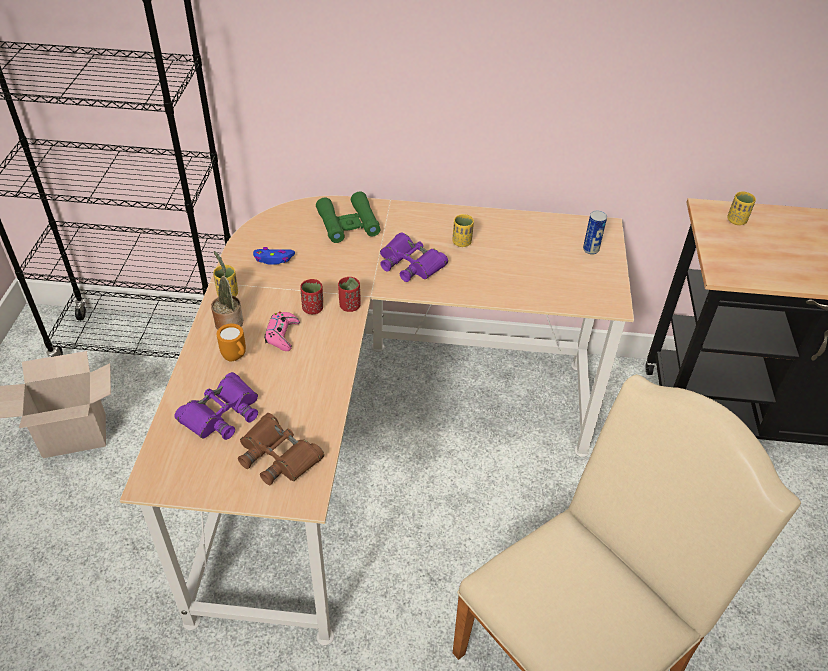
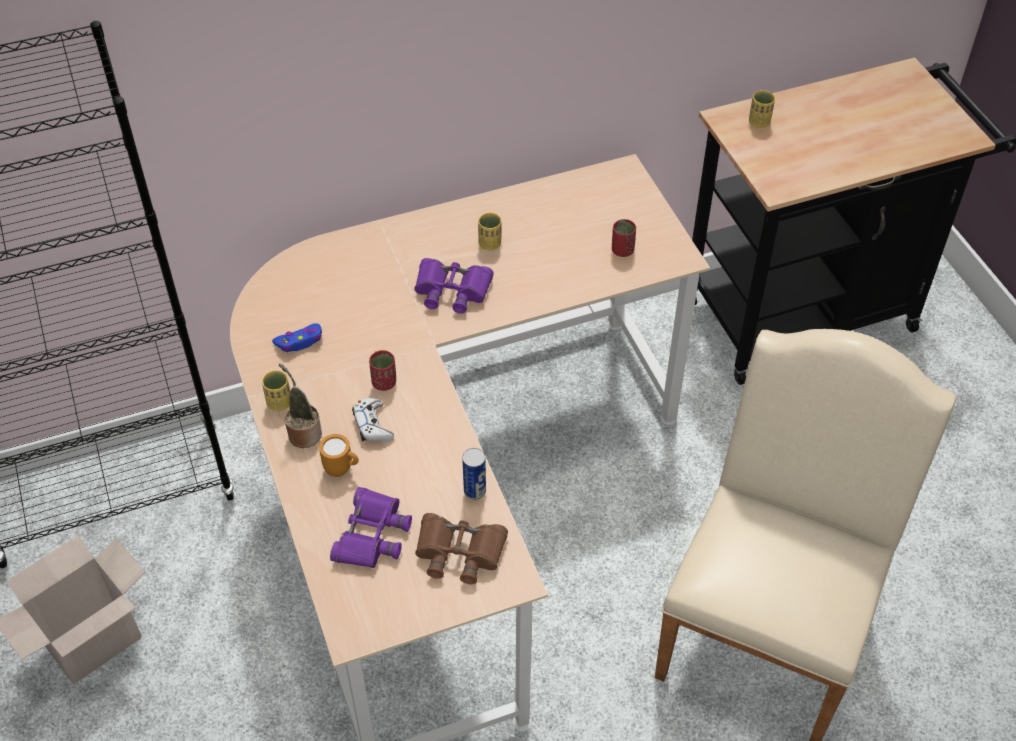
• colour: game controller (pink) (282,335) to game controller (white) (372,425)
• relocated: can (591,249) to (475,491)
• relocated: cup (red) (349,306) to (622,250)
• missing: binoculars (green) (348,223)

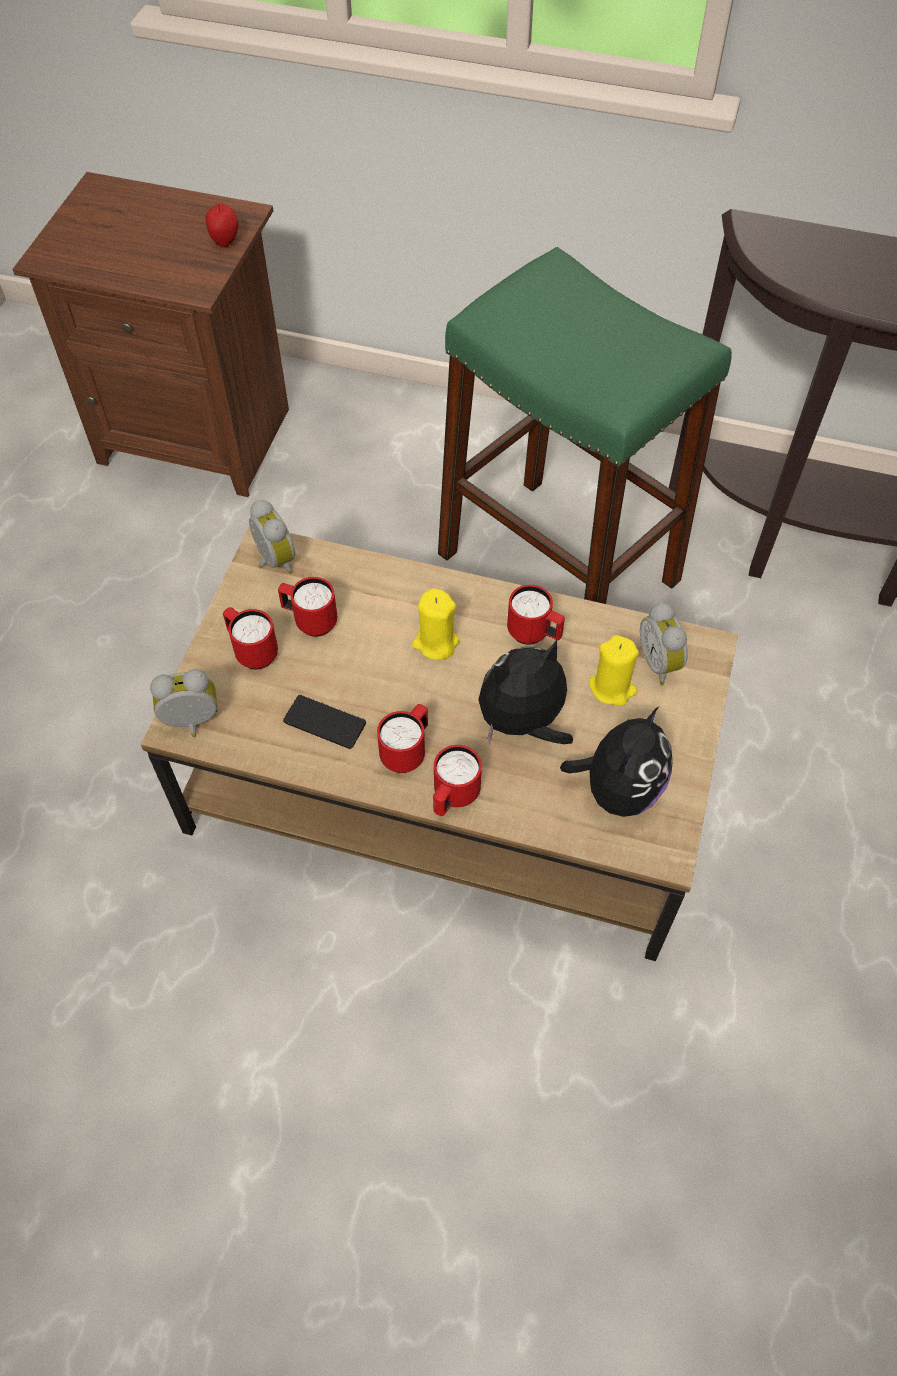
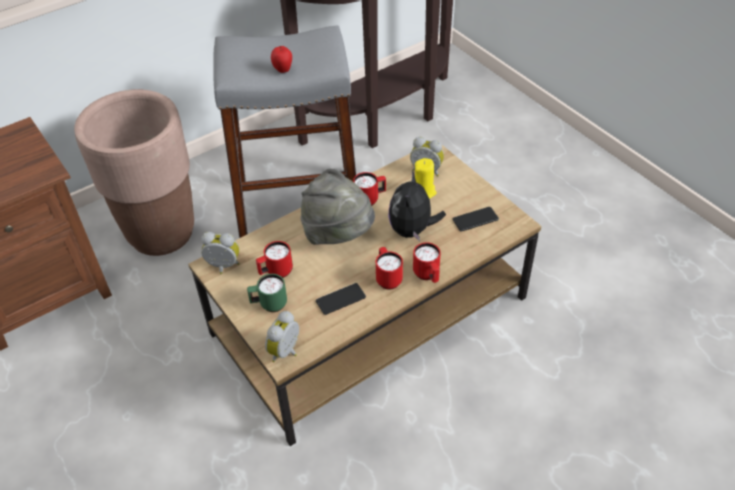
• appeared: planter (brown) (161,233)
• colour: stool (green) (558,568) to stool (grey) (298,204)
• colour: mug (red) (252,651) to mug (green) (269,304)
• relocated: apple (225,242) to (283,69)
• exchanged: candle (yellow) (435,643) to hat (grey) (338,234)
• exchanged: plush toy (618,789) to phone (475,219)

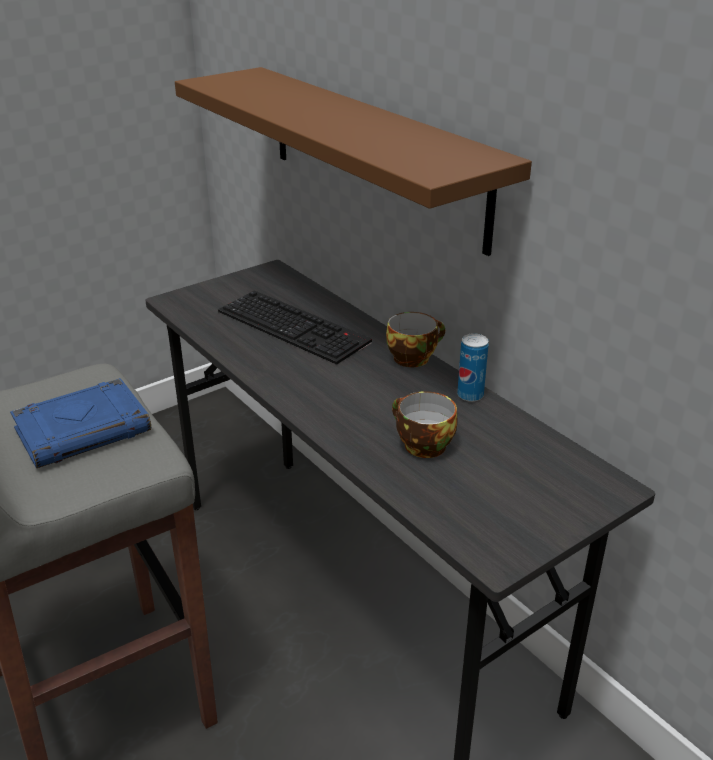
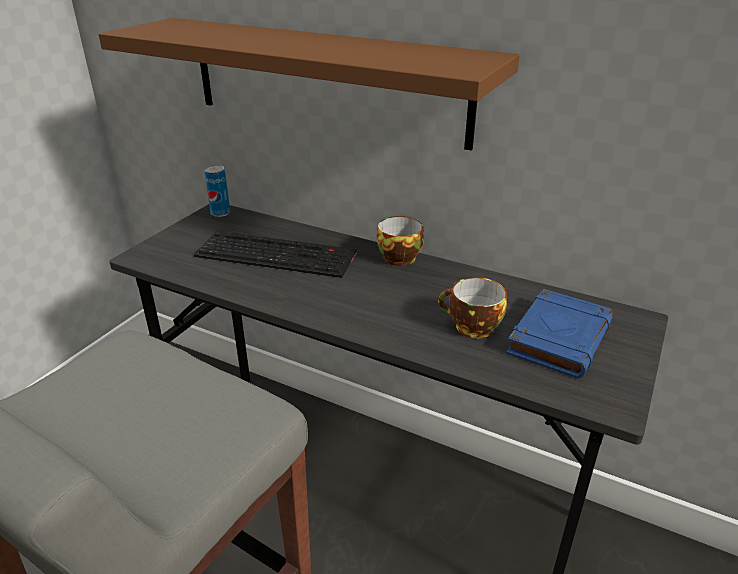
• relocated: can (470,395) to (220,213)
• relocated: book (blue) (84,430) to (559,338)

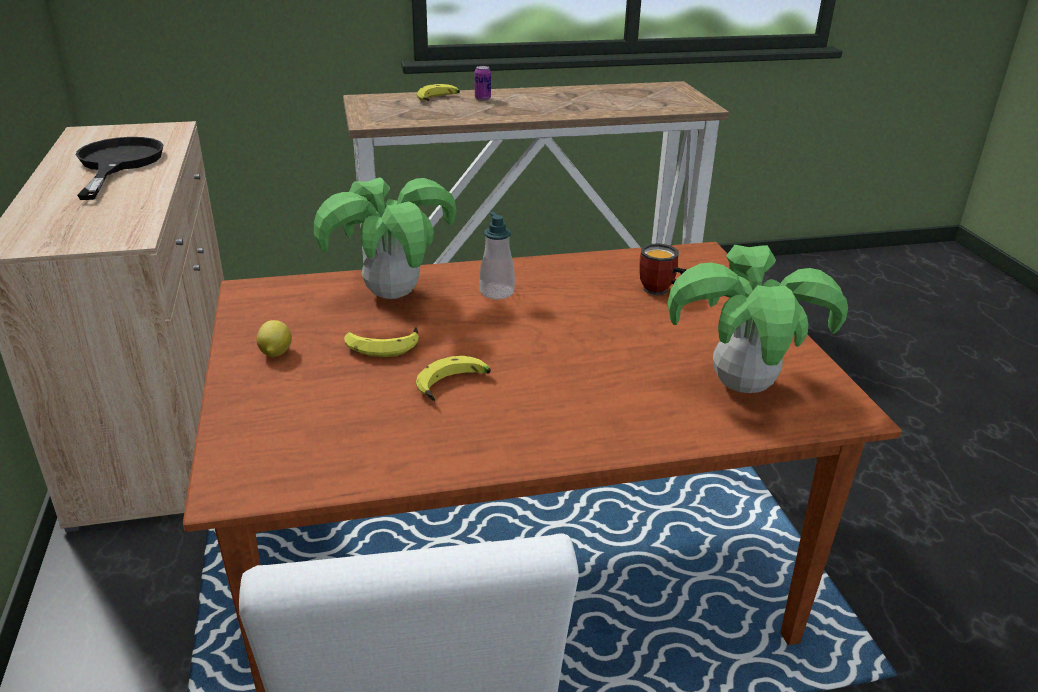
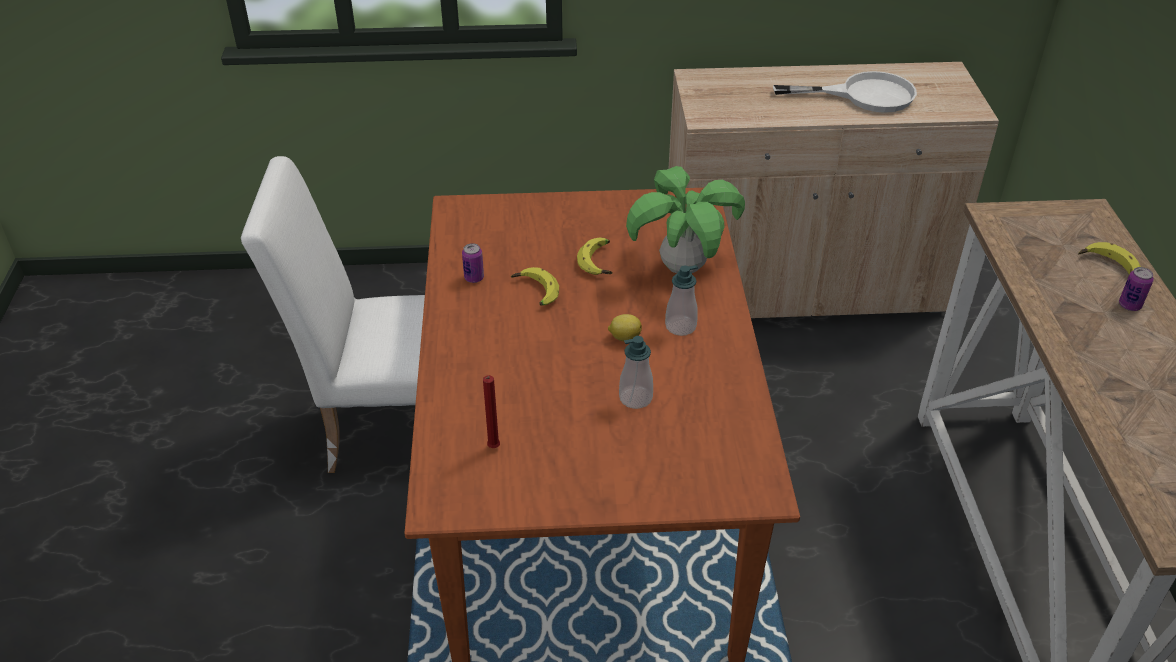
• appeared: can (474,278)
• exchanged: potted plant (743,386) to candle (red) (493,449)
• relocated: lemon (275,353) to (624,337)
• appeared: soap dispenser (635,398)
• colour: frying pan (black) (117,164) to frying pan (white) (863,95)
• missing: mug (659,291)

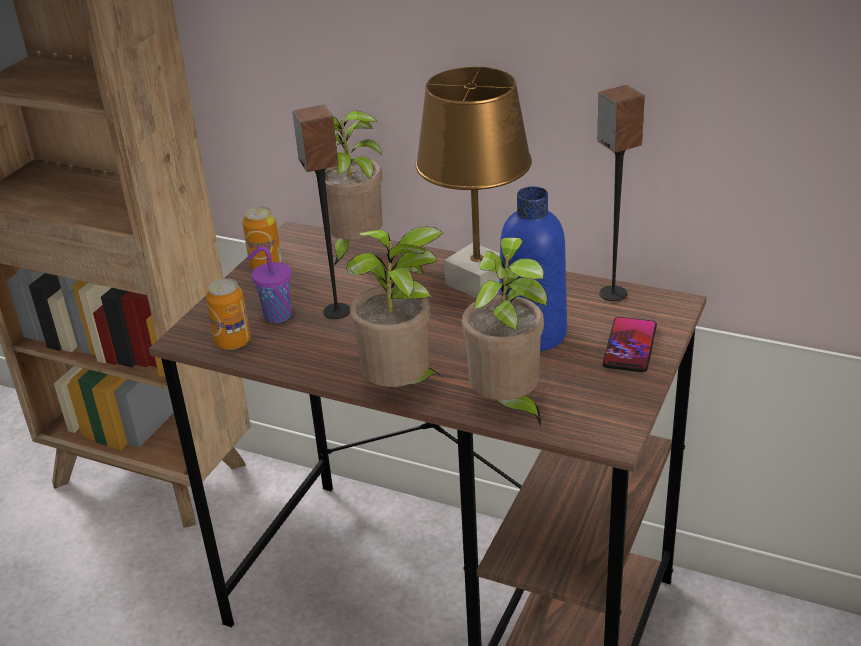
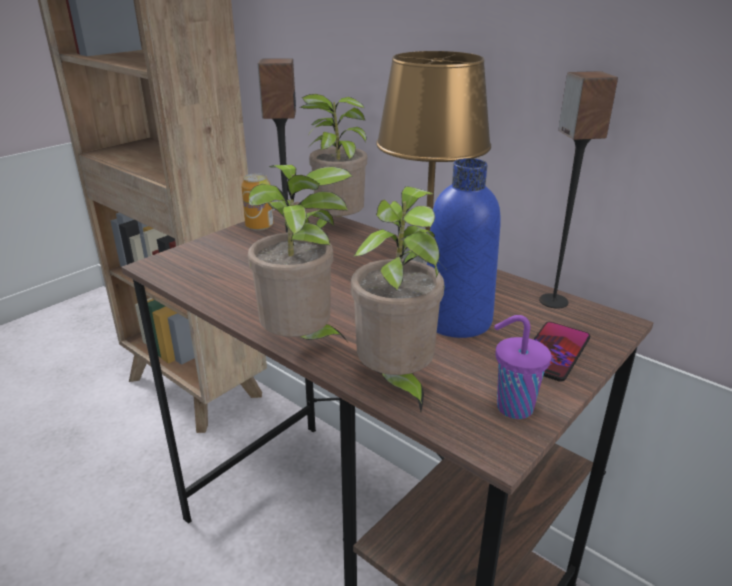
• relocated: cup (purple) (276,316) to (512,407)
• missing: can (233,342)

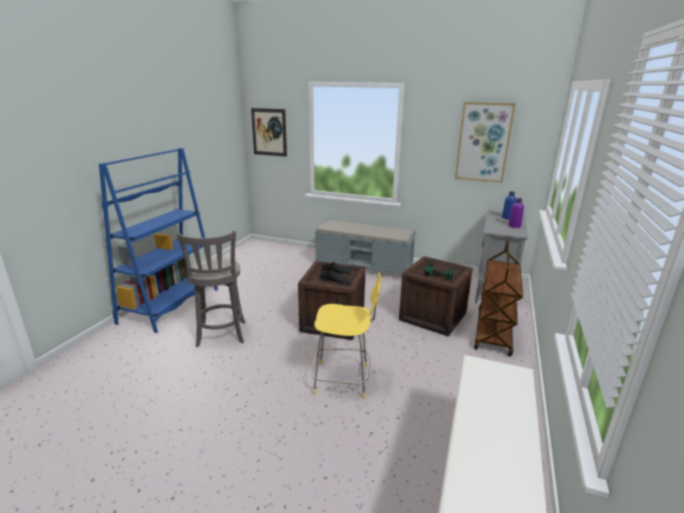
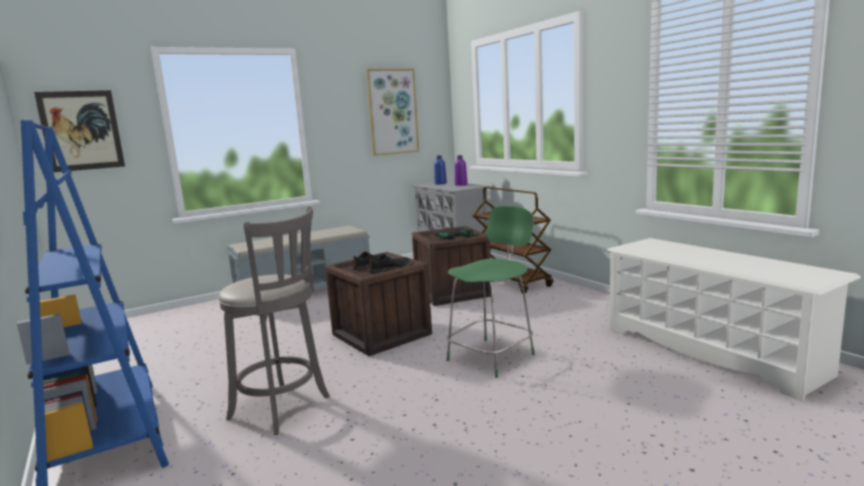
• colour: stool (yellow) (343,380) to stool (green) (493,356)

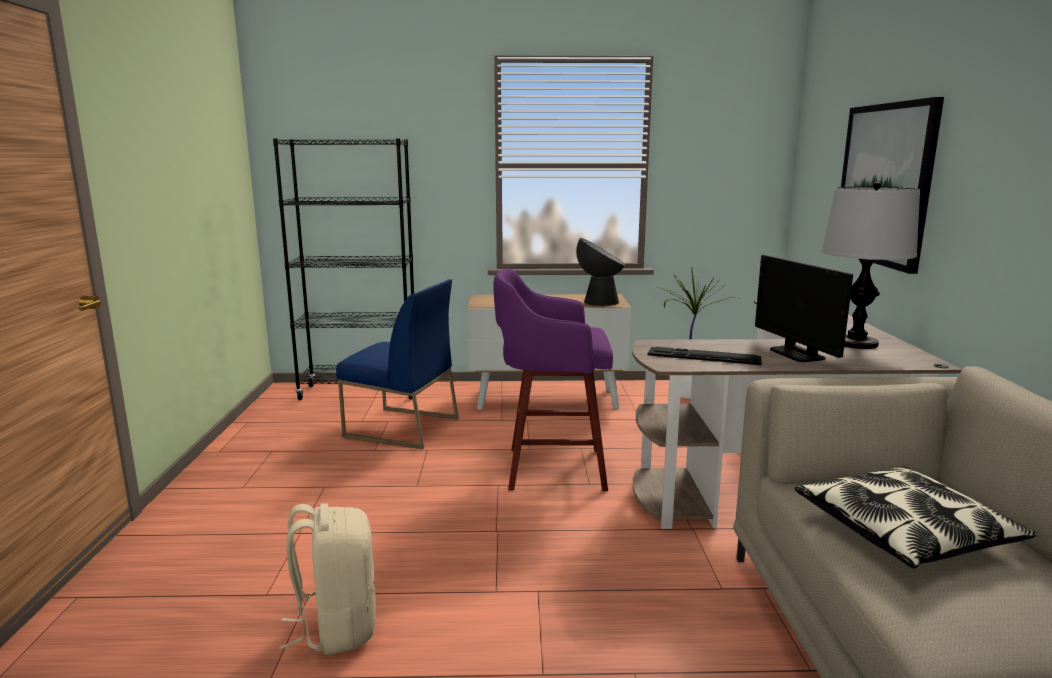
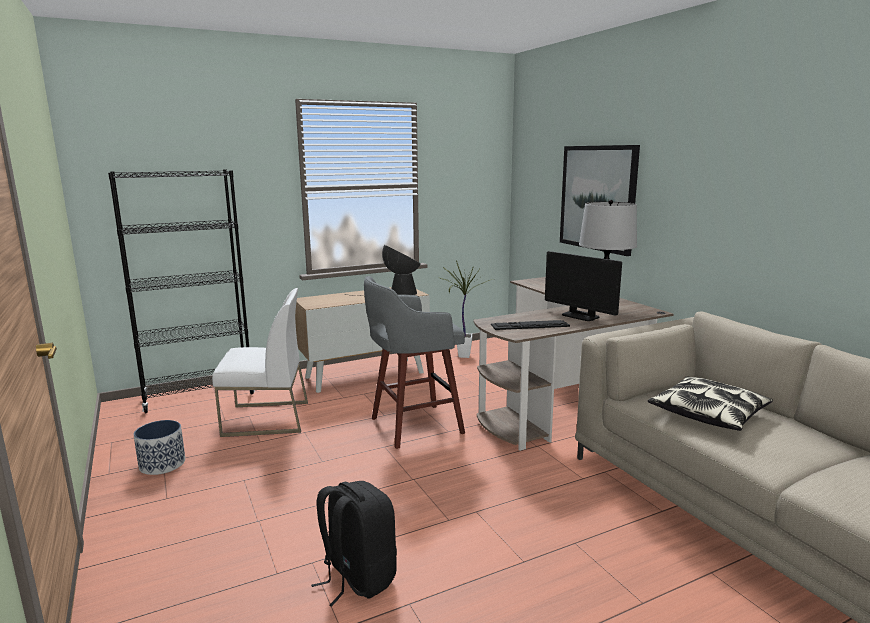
• appeared: planter (162,464)
• colour: chair (blue) (401,427) to chair (white) (265,419)
• colour: backpack (beige) (336,627) to backpack (black) (357,578)
• colour: stool (purple) (551,468) to stool (grey) (413,426)

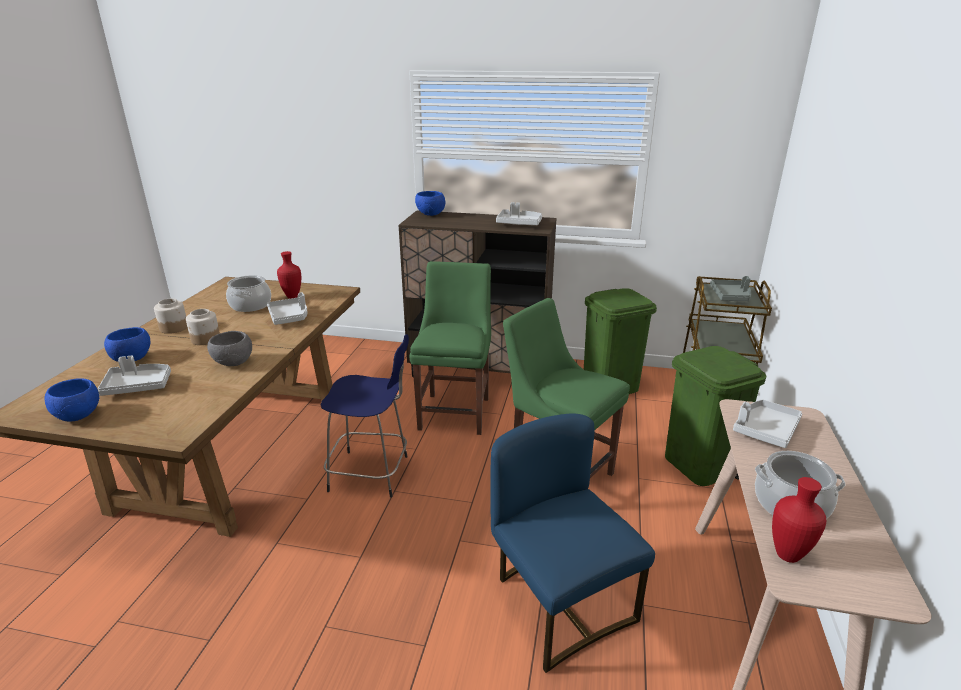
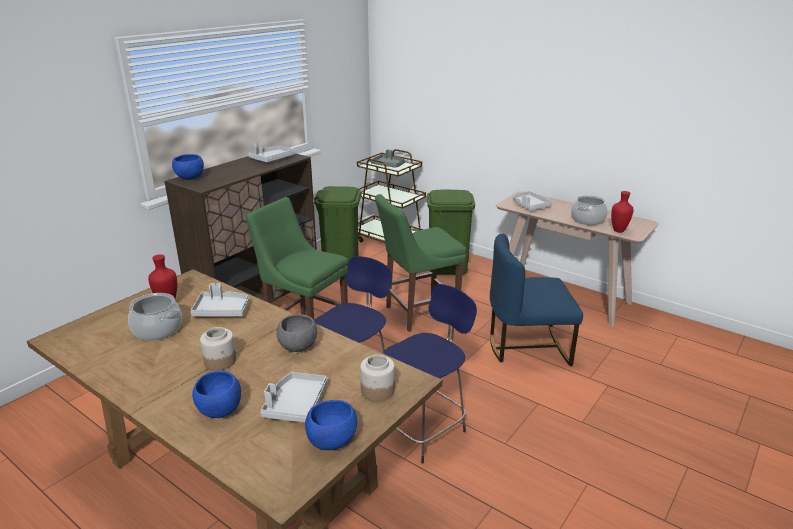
• relocated: jar (174,328) to (377,390)
• appeared: stool (blue) (424,429)

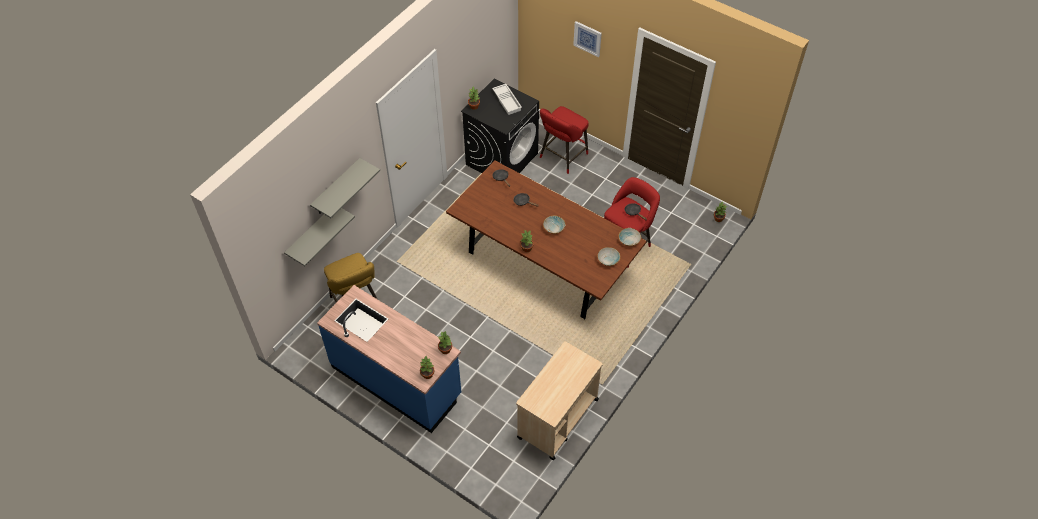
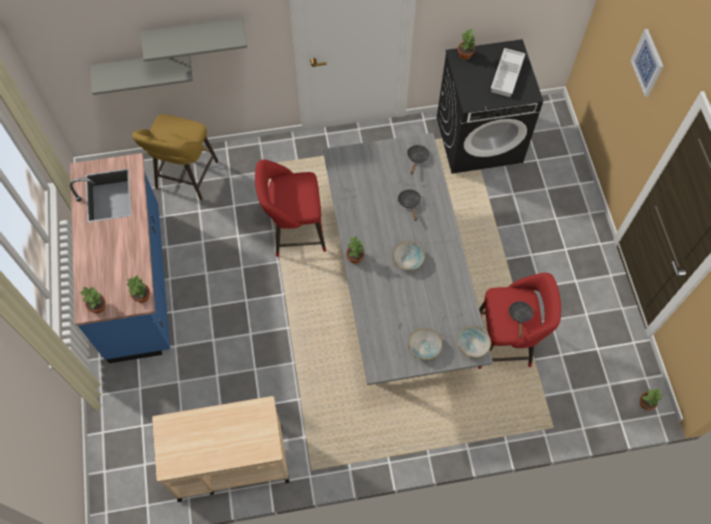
• relocated: stool (red) (562,157) to (294,232)
• colour: dining table (brown) (544,262) to dining table (grey) (398,286)

